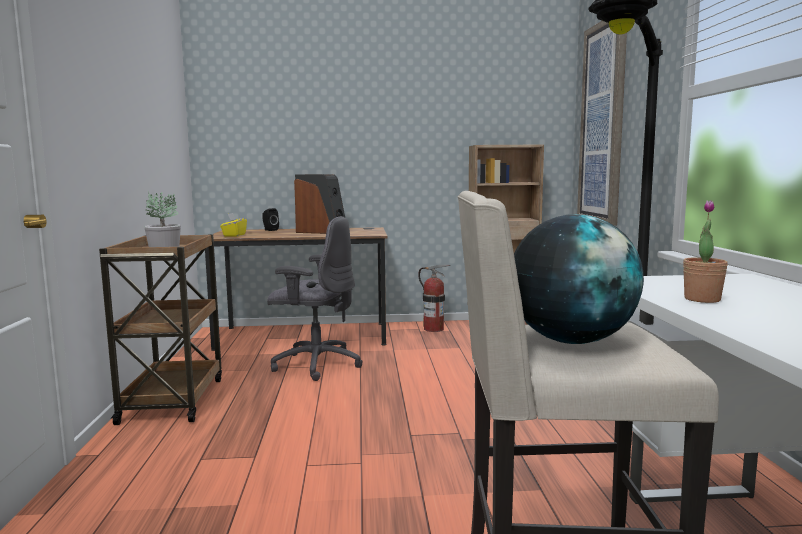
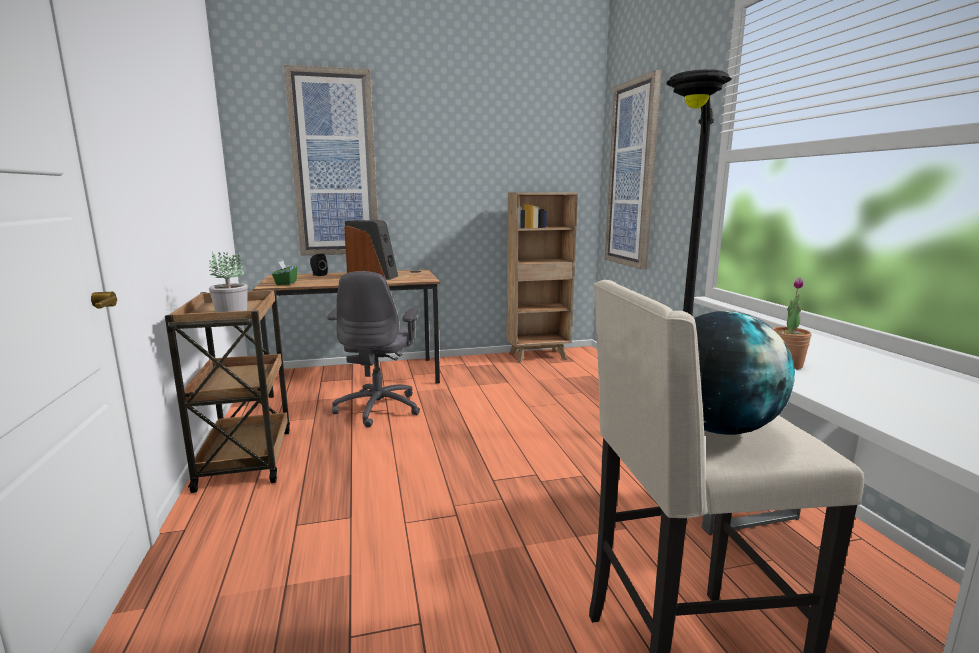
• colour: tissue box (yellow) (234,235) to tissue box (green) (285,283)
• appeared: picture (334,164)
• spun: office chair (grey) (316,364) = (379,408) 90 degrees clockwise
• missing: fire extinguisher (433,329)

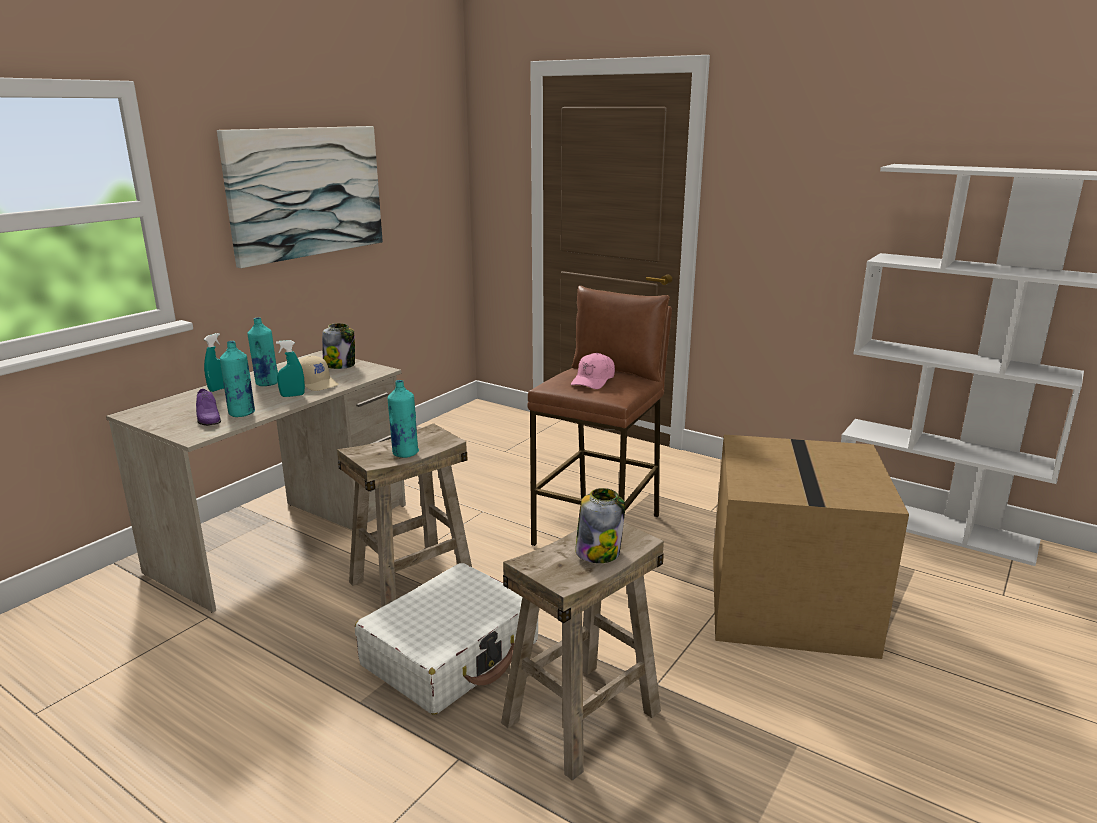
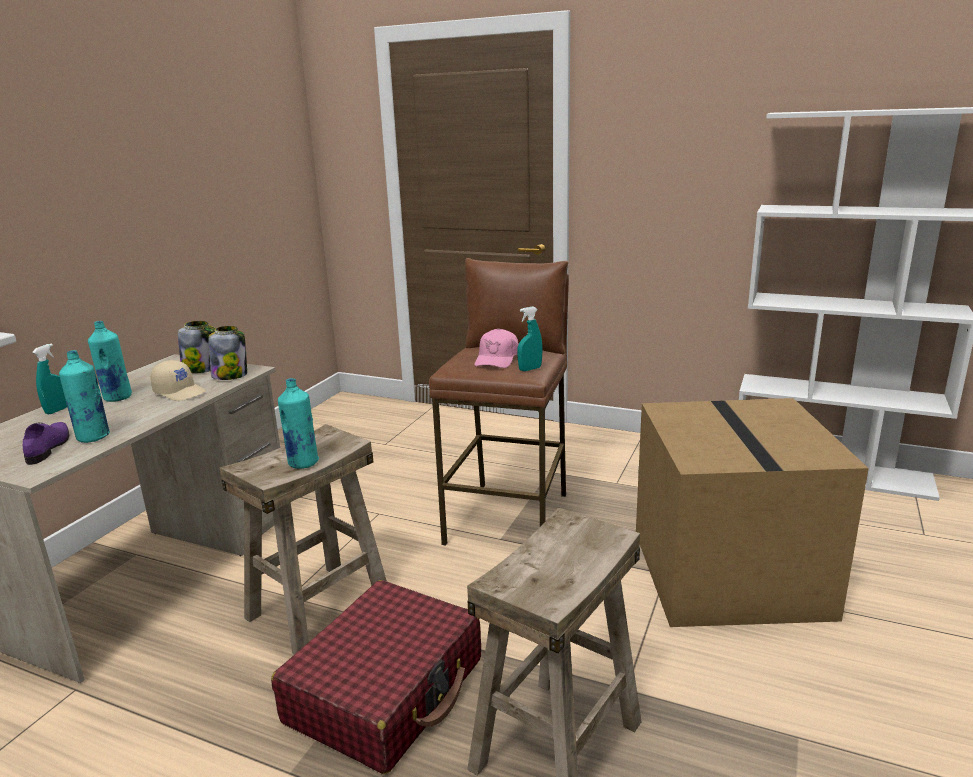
• spun: shoe (purple) (207,417) = (49,446) 150 degrees counterclockwise
• relocated: jar (598,552) to (230,375)
• colour: suitcase (white) (451,654) to suitcase (red) (386,690)
• relocated: spray bottle (turquoise) (292,395) to (530,369)
• missing: picture (306,192)

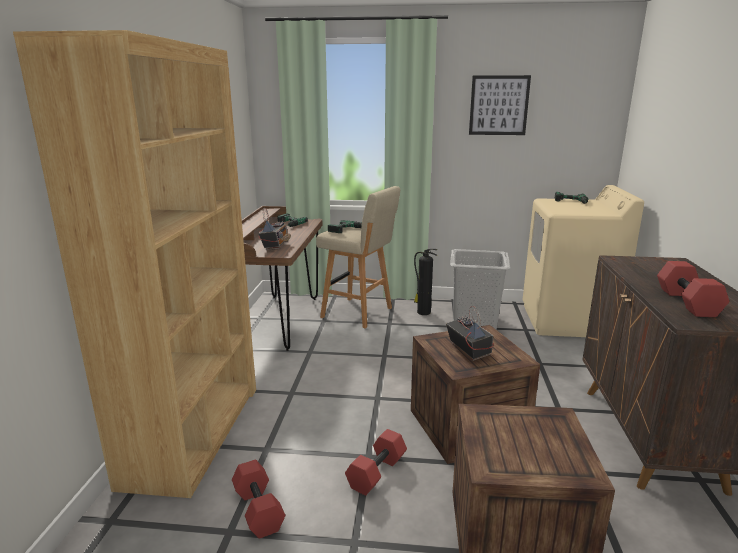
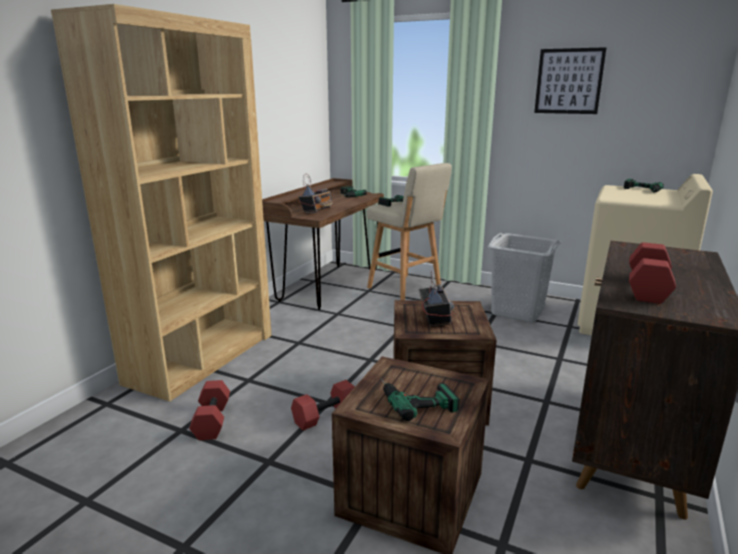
• appeared: power drill (415,398)
• missing: fire extinguisher (423,312)

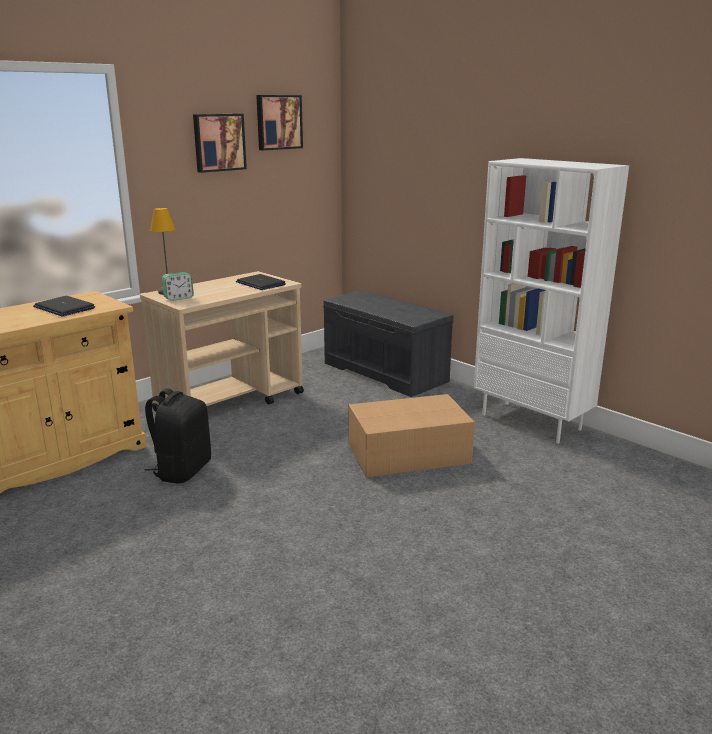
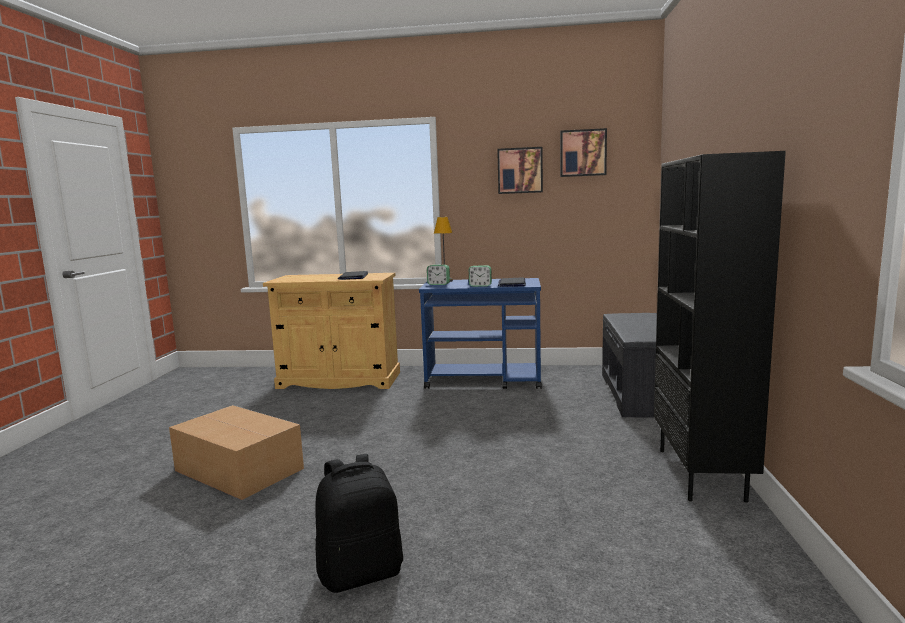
• relocated: cardboard box (410,454) to (239,470)
• relocated: backpack (black) (182,470) to (361,573)
• colour: cart (beige) (231,401) to cart (blue) (484,380)
• appeared: alarm clock (480,285)
• colour: bookcase (white) (532,422) to bookcase (black) (702,474)

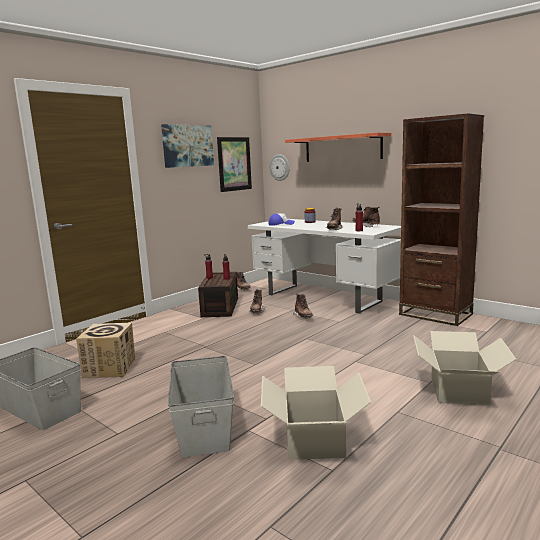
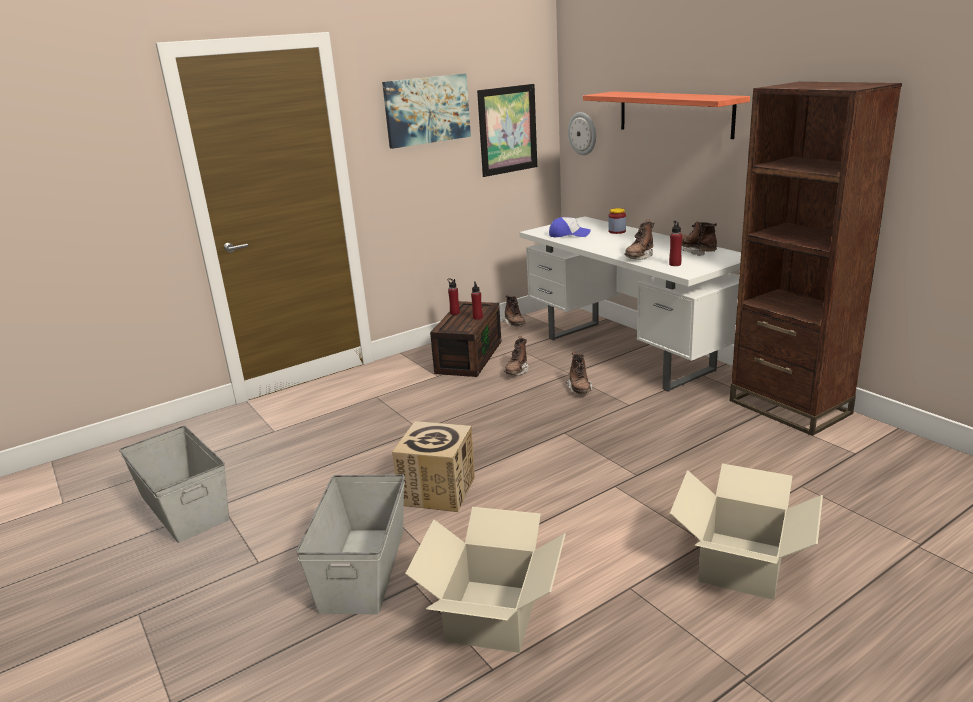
• relocated: cardboard box (110,368) to (438,491)

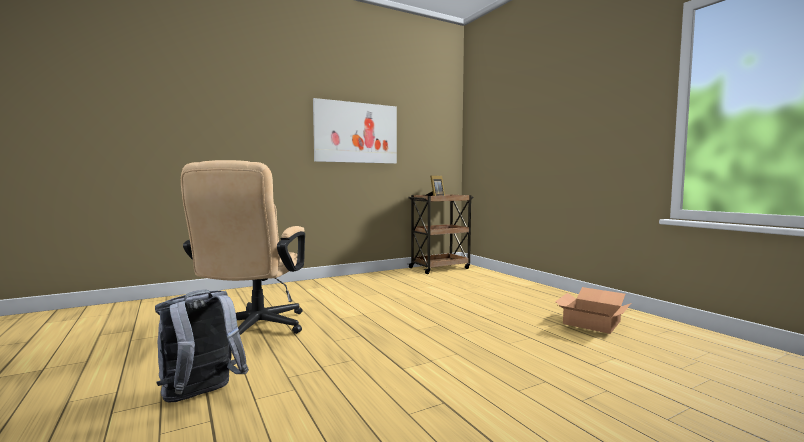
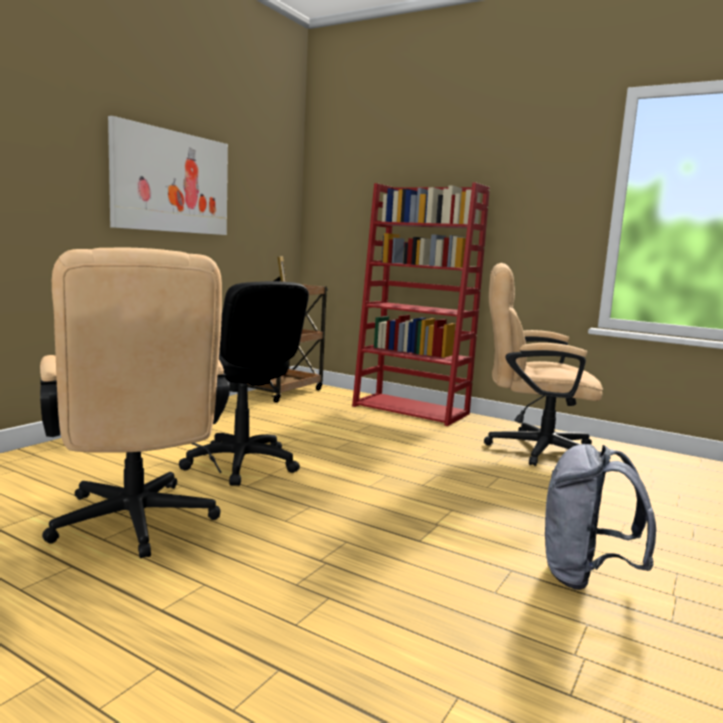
• appeared: office chair (black) (241,464)
• appeared: bookcase (red) (412,410)
• exchanged: cardboard box (591,322) to office chair (beige) (531,449)
• relocated: backpack (grey) (201,397) to (585,576)

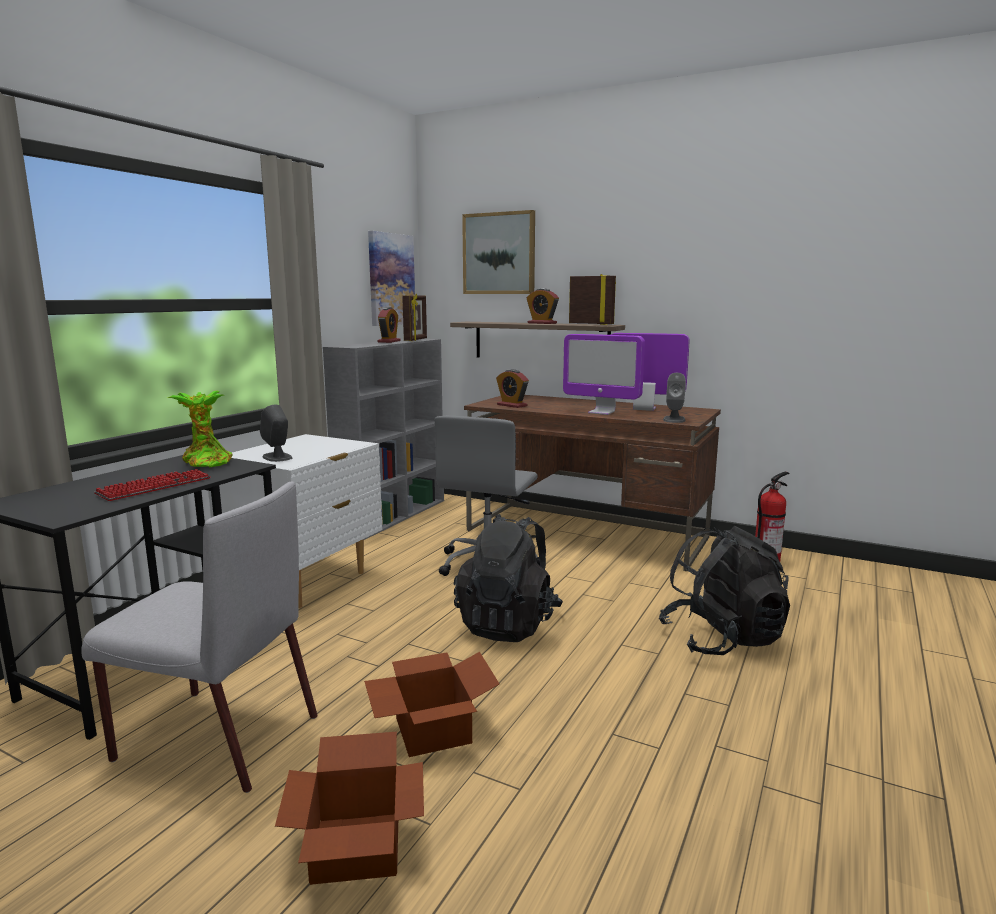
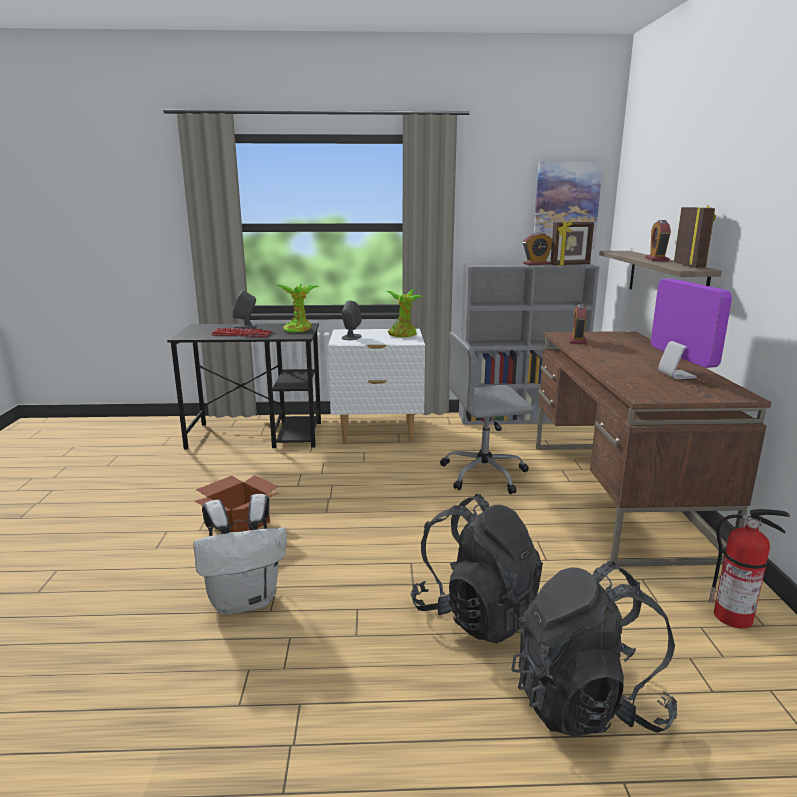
• appeared: backpack (white) (245,600)
• relocated: speaker (grey) (674,419) to (245,326)
• appeared: potted plant (403,335)
• relocated: backpack (black) (508,624) to (586,702)
• missing: chair (grey) (214,737)
• missing: cardboard box (354,849)
• missing: picture (499,253)
• missing: monitor (601,412)

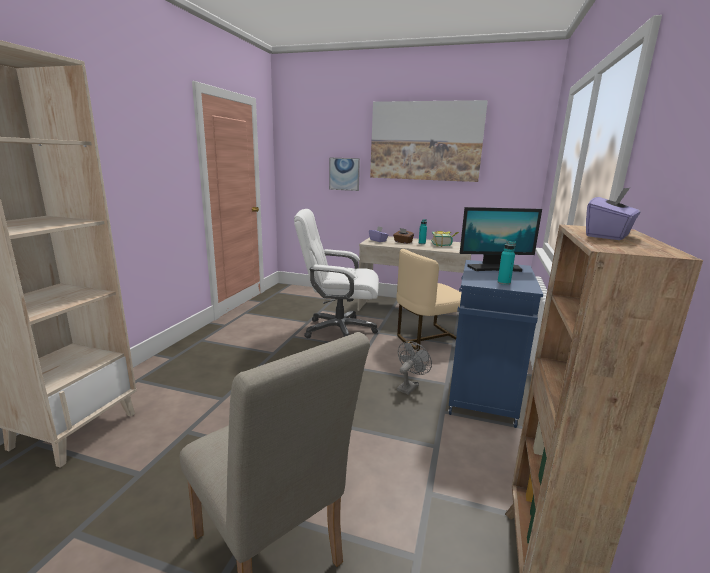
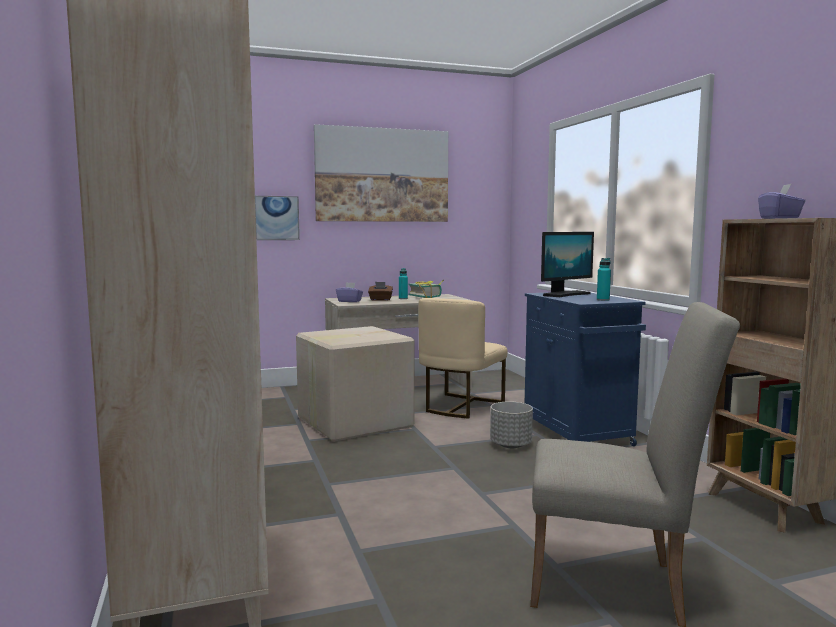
• exchanged: office chair (white) (338,330) to cardboard box (353,422)
• exchanged: fan (grey) (409,386) to planter (grey) (510,445)

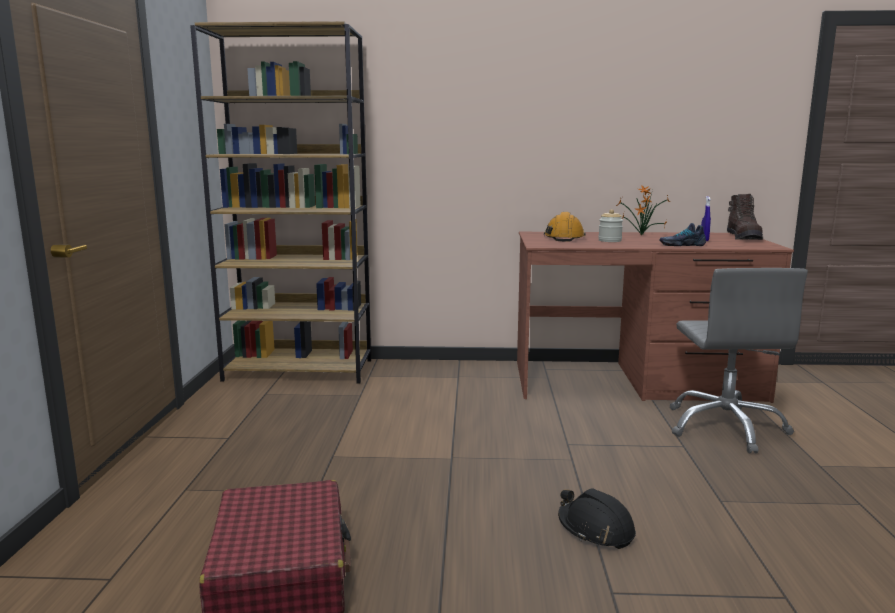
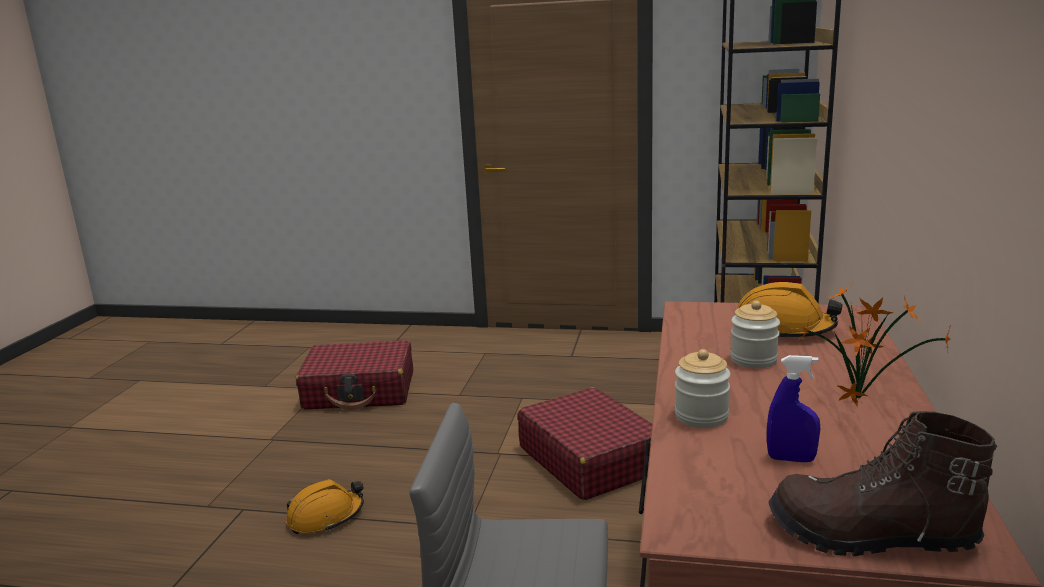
• colour: hard hat (black) (595,529) to hard hat (orange) (325,517)
• appeared: suitcase (red) (589,459)
• exchanged: shoe (681,245) to jar (701,416)

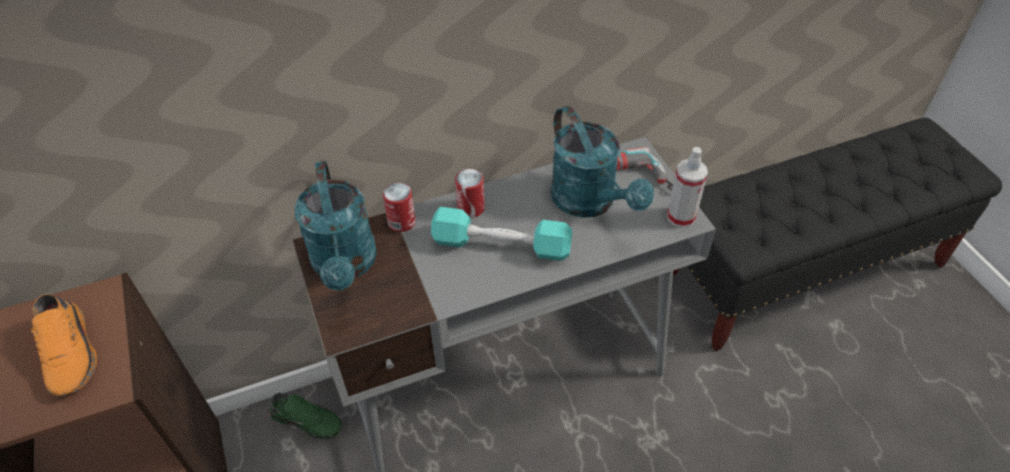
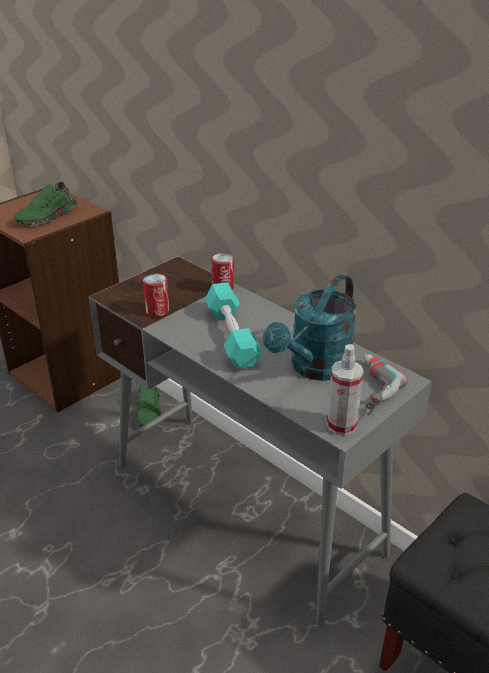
• colour: shoe (orange) (71,352) to shoe (green) (48,217)
• relocated: can (471,208) to (157,311)
• missing: watering can (turquoise) (345,265)

